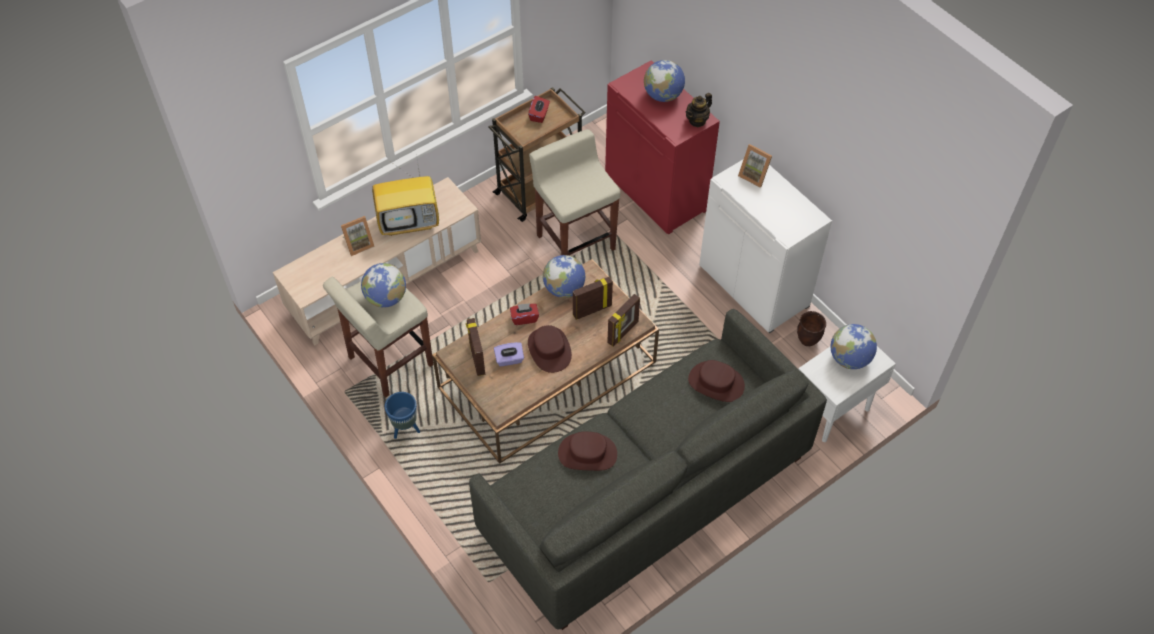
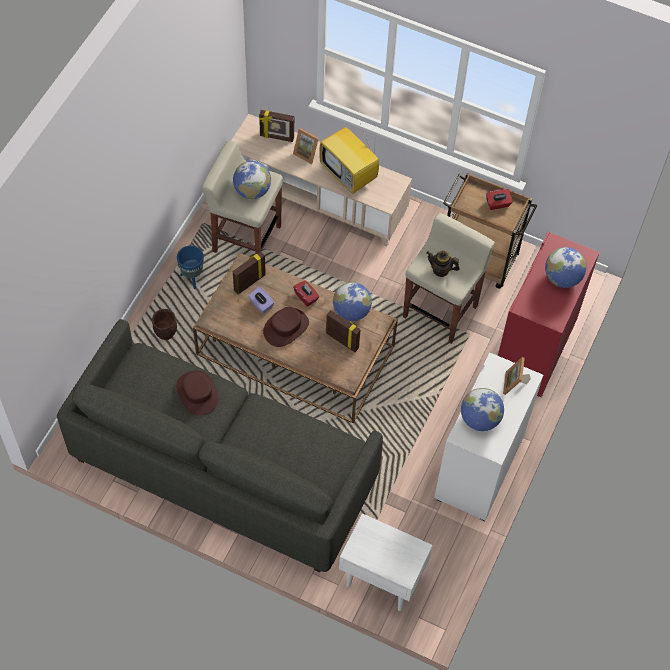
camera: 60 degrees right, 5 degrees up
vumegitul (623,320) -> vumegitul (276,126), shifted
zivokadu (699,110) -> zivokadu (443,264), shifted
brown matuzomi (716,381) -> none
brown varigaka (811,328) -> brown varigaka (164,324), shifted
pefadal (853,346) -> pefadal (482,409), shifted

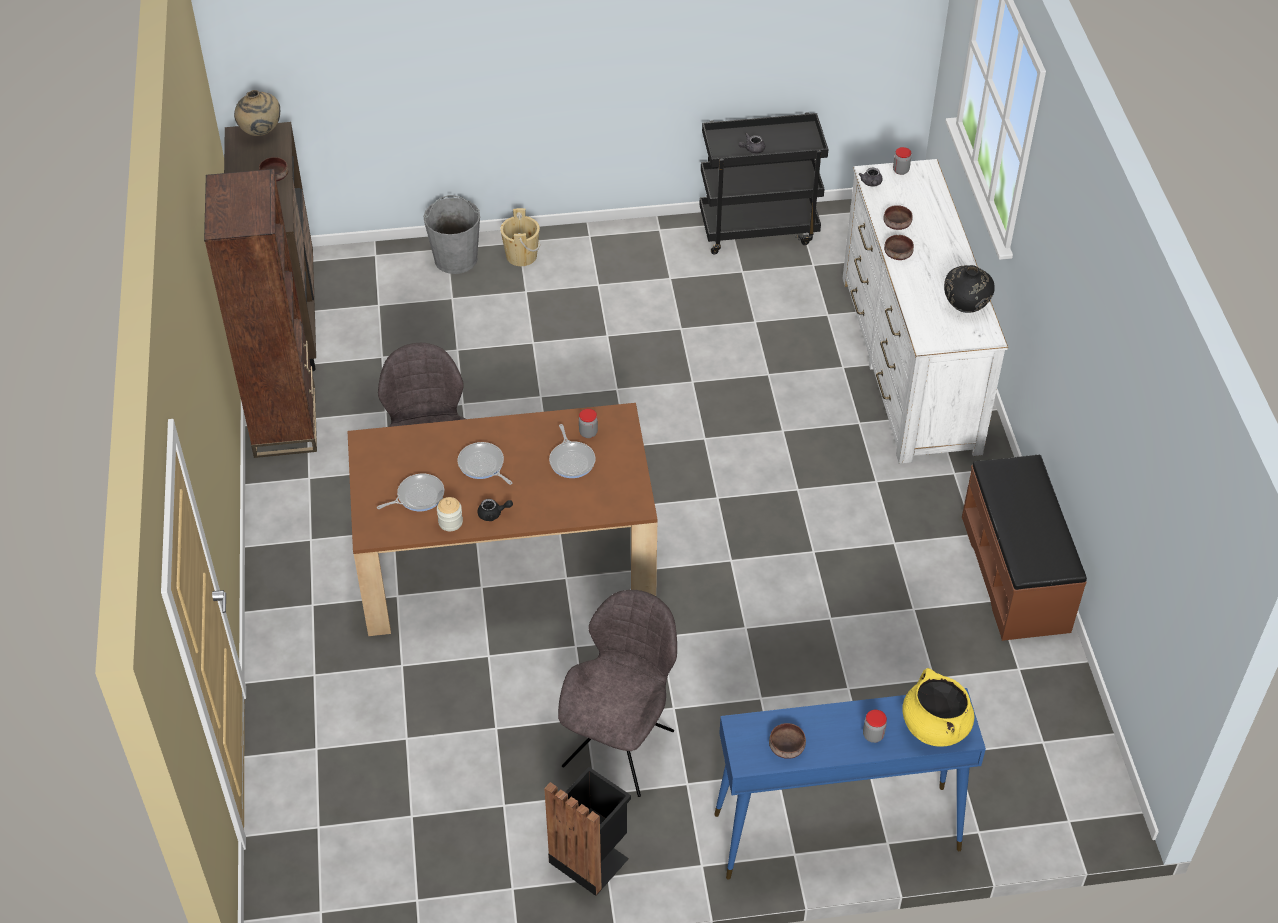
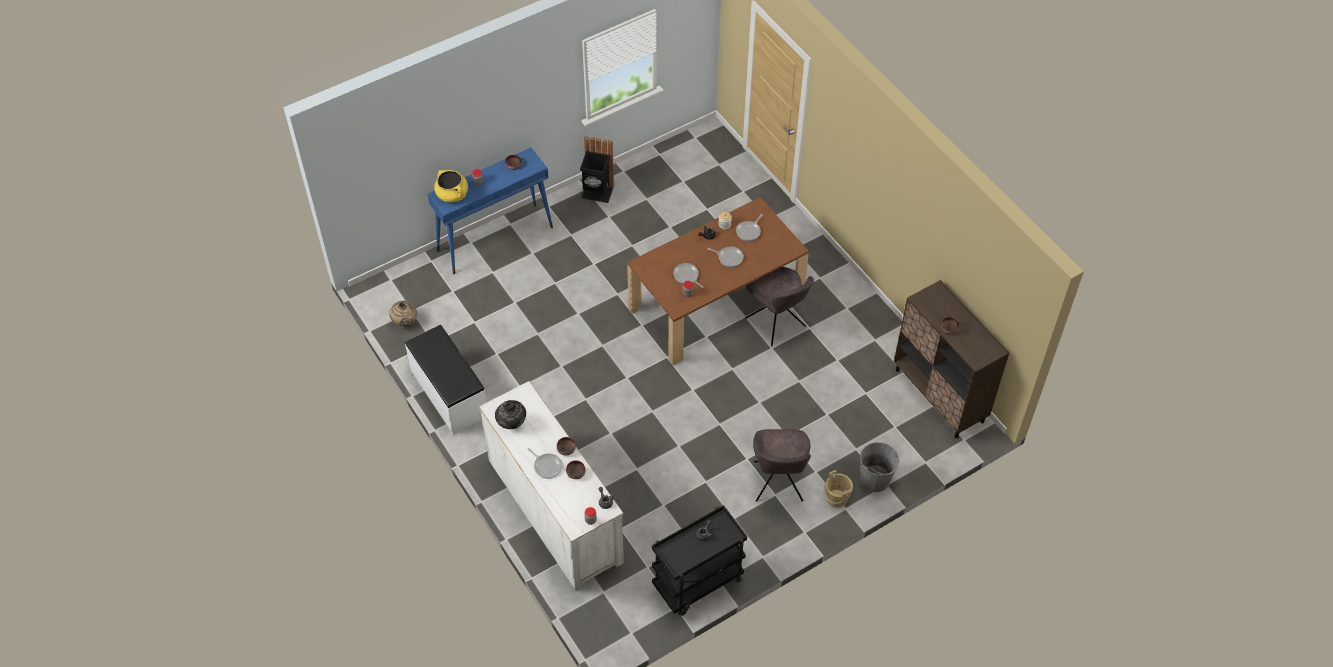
camera: 155 degrees right, 5 degrees up
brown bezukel (260,313) -> none
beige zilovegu (257,113) -> beige zilovegu (403,314), shifted
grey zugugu (617,693) -> grey zugugu (782,465), shifted
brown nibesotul (1024,548) -> white nibesotul (446,379)
none -> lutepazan (544,463)

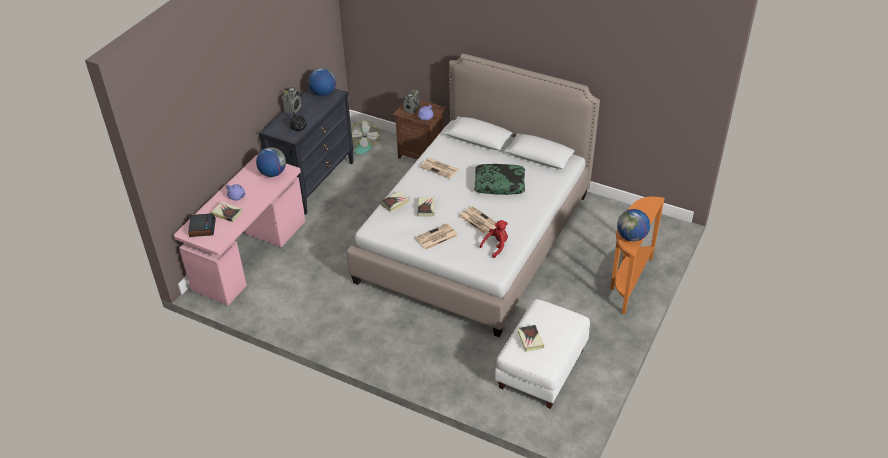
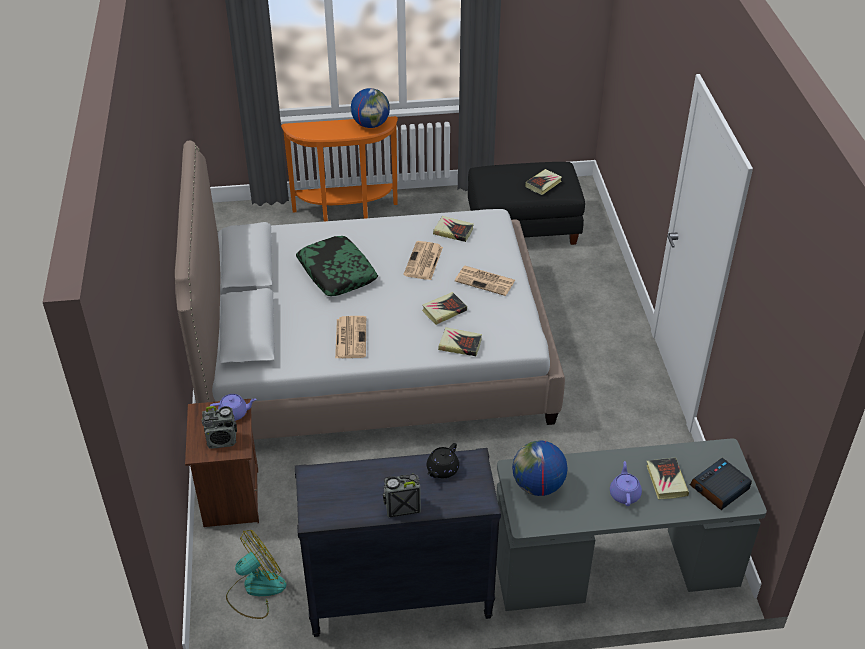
camera: 125 degrees left, 0 degrees up
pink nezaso (240,230) -> grey nezaso (631,524)
pefadal (322,82) -> none
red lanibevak (494,239) -> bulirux (453,229)
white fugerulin (542,354) -> black fugerulin (526,203)

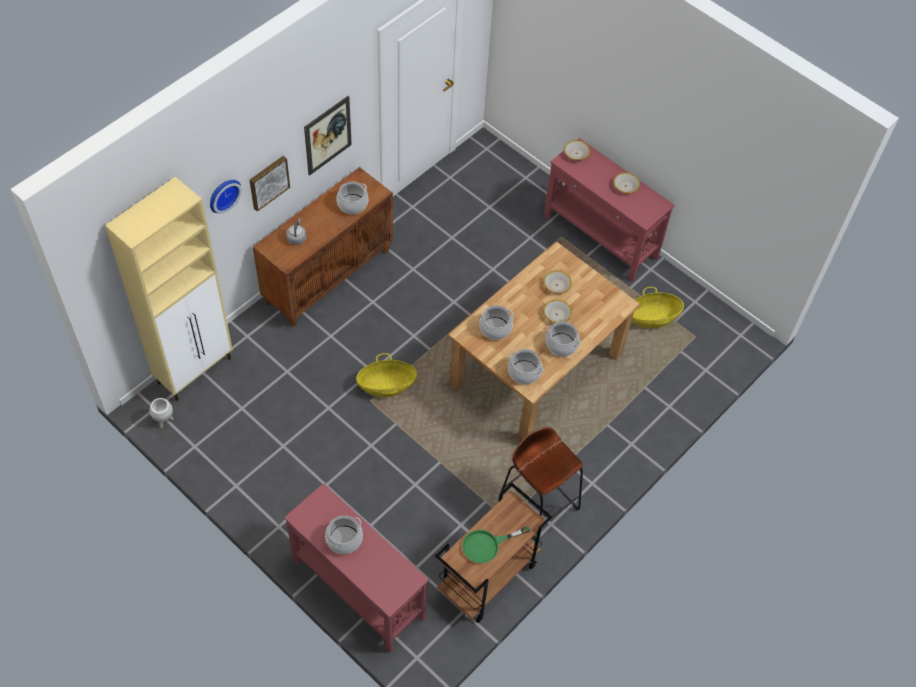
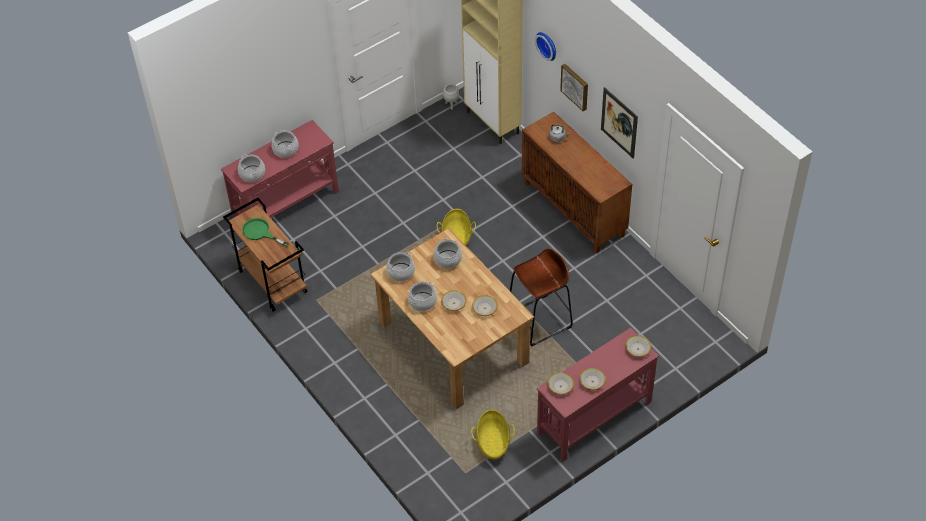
camera: 105 degrees right, 5 degrees down
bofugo (352,198) -> bofugo (251,168), shifted
green lutepazan (496,544) -> green lutepazan (265,232), 45 degrees counterclockwise
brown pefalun (541,484) -> brown pefalun (541,297), shifted
none -> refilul (561,383)

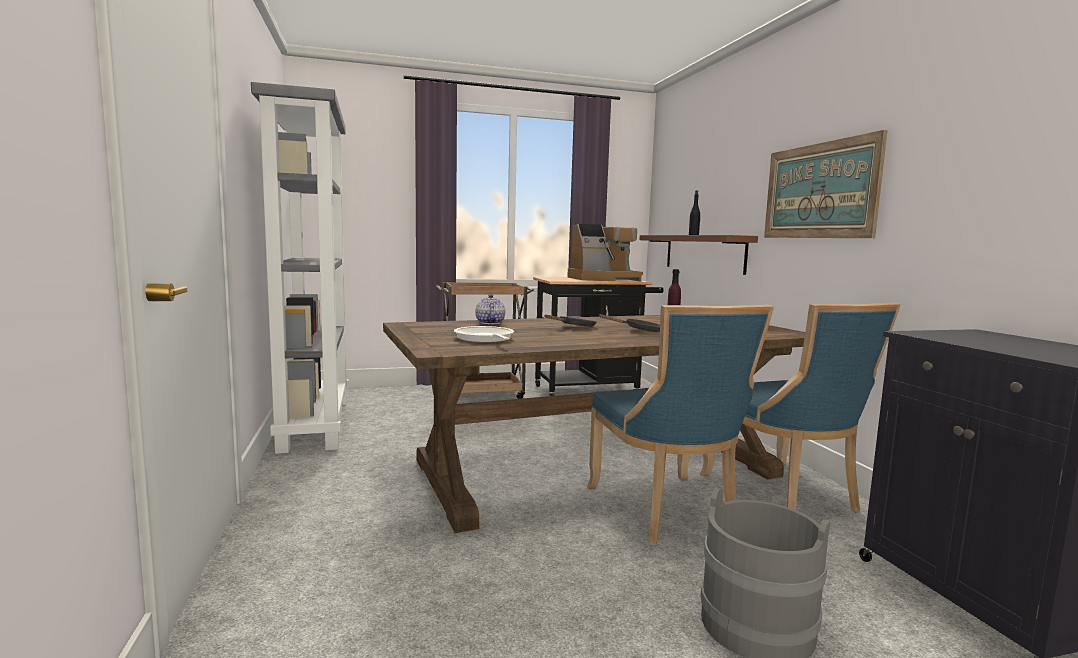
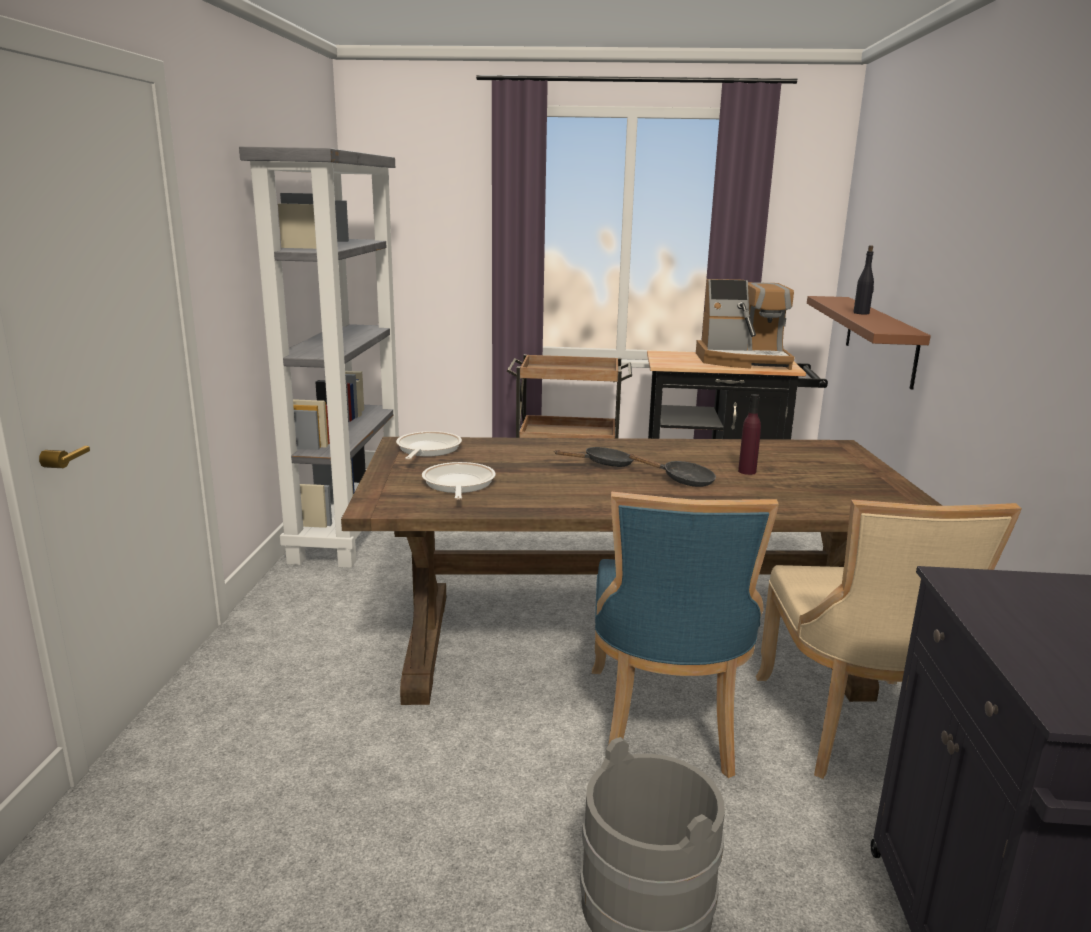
camera: 20 degrees right, 10 degrees up
zivokadu (490,309) -> none
blue zugugu (799,408) -> beige zugugu (889,639)
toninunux (826,184) -> none
none -> lutepazan (429,445)

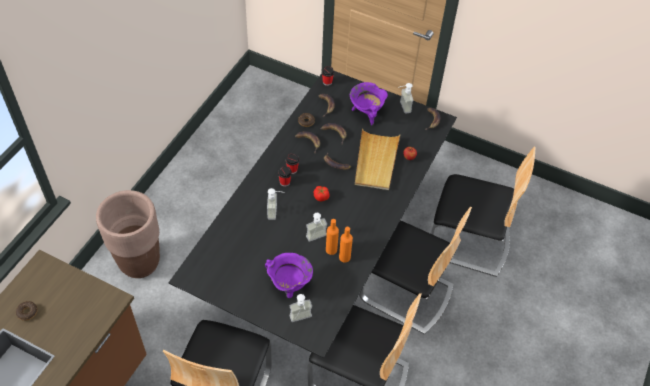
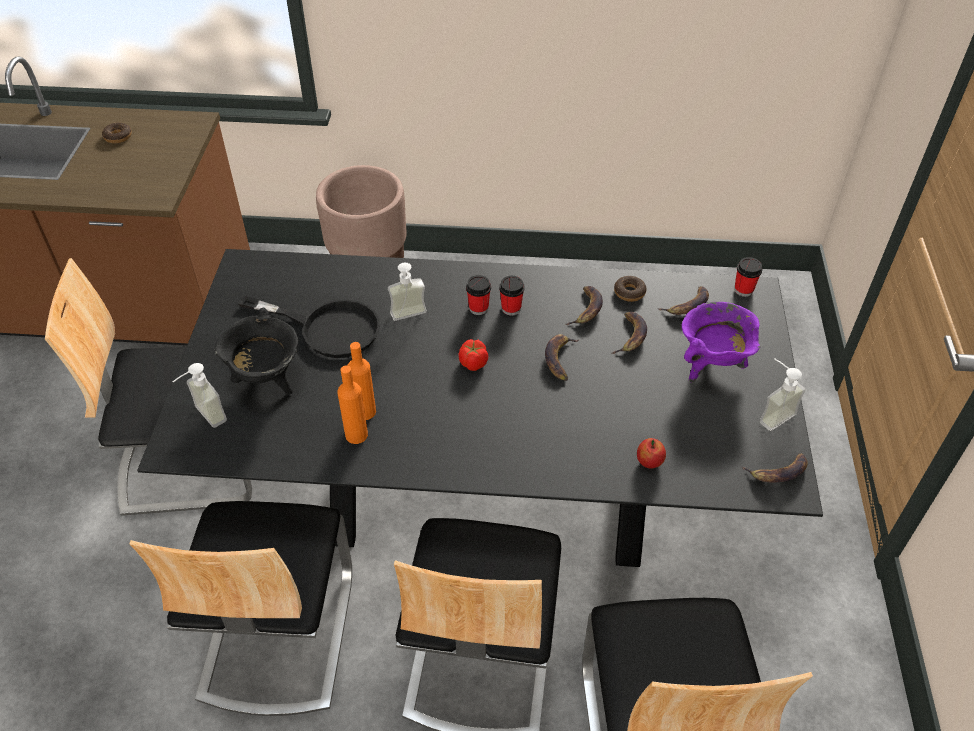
camera: 70 degrees right, 5 degrees down
purple bofugo (289,275) -> black bofugo (256,351)
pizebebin (316,227) -> none
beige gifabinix (377,159) -> none
none -> black lutepazan (309,327)

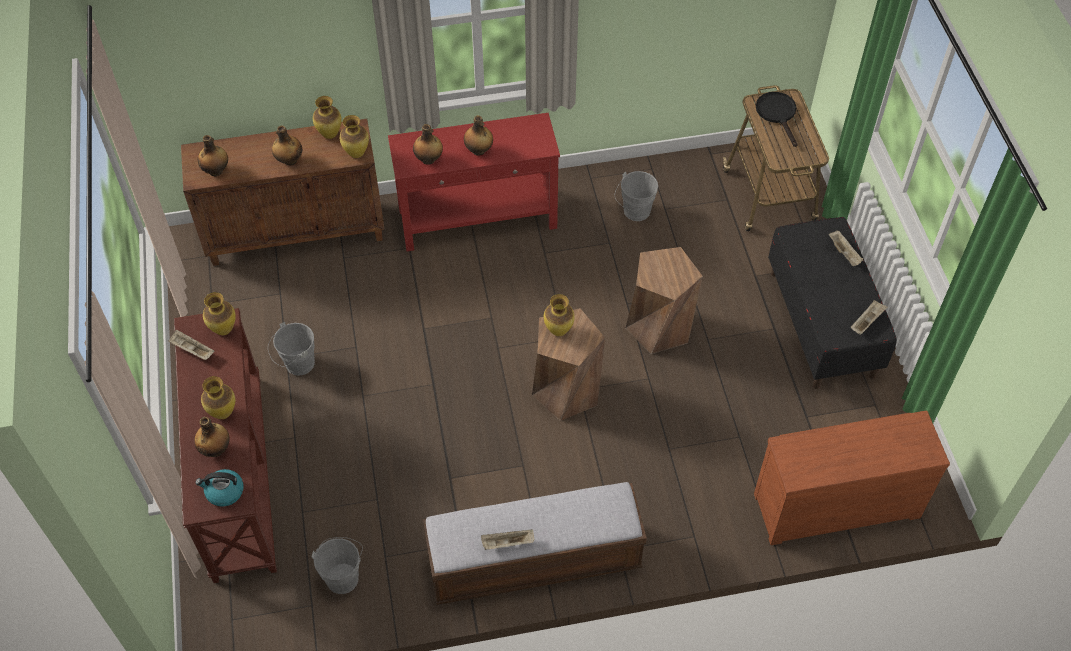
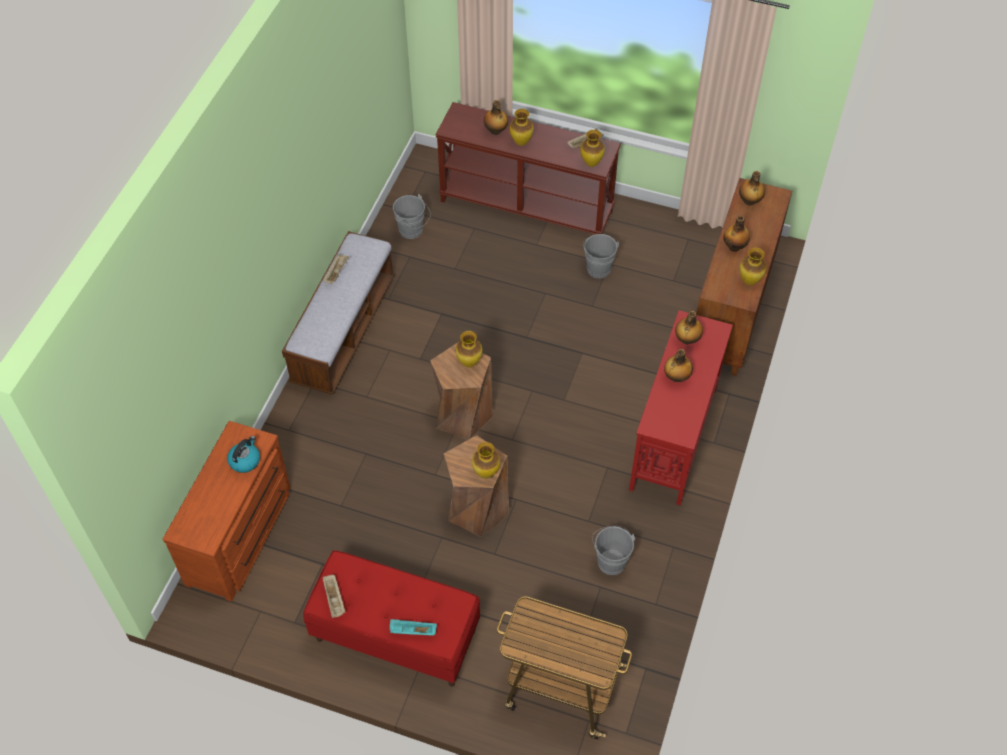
camera: 120 degrees right, 0 degrees up
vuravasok (219,488) -> vuravasok (243,454), shifted
zilovegu (354,136) -> zilovegu (486,460), shifted
black lutepazan (777,119) -> none
black nibesotul (832,303) -> red nibesotul (391,618)
beige gifabinix (846,248) -> turquoise gifabinix (413,627)

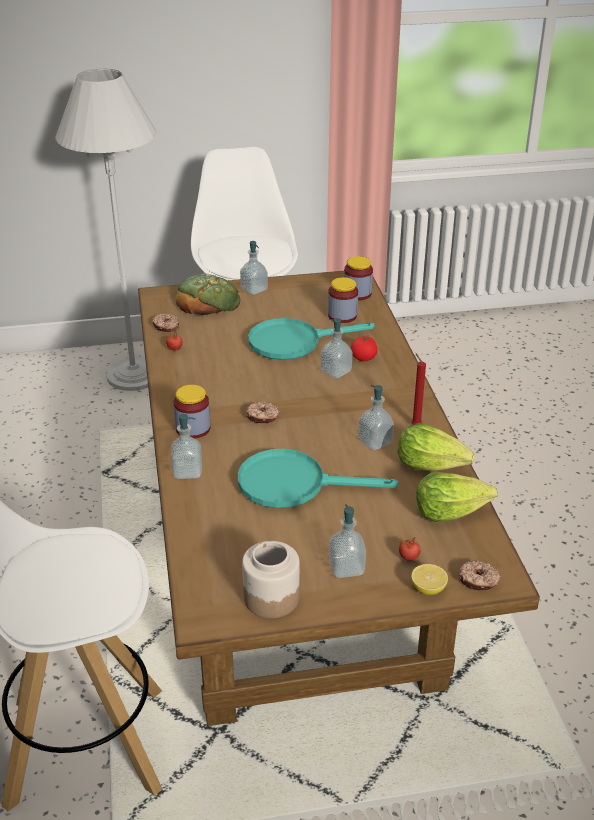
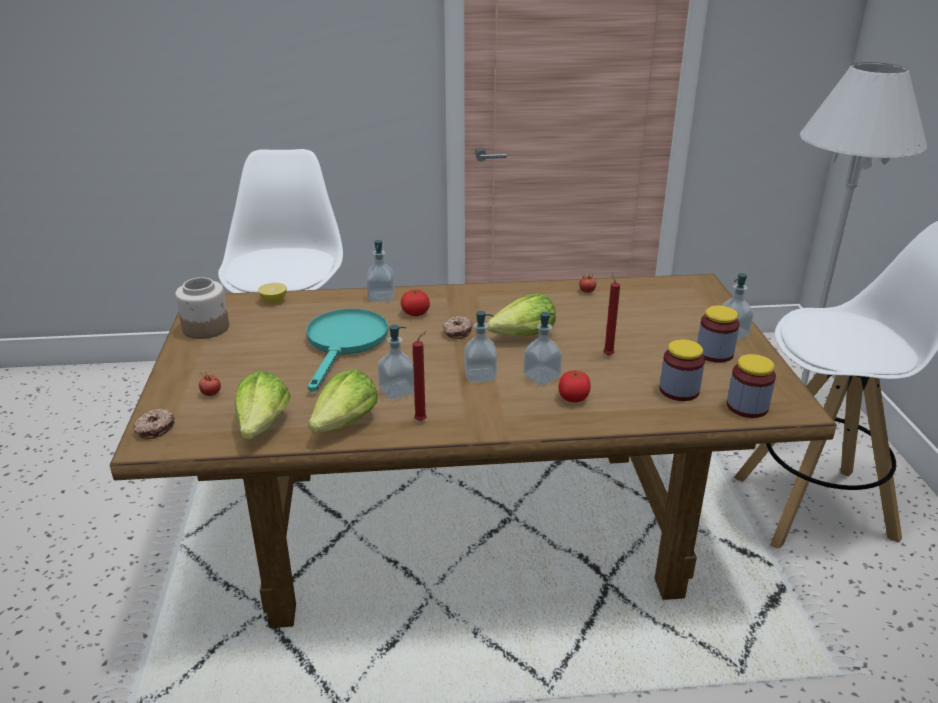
camera: 95 degrees right, 5 degrees down
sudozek (165,323) -> none
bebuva (192,412) -> bebuva (718,334), shifted
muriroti (208,294) -> none
turquoise lutepazan (311,339) -> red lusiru (612,314)
pizebebin (347,541) -> pizebebin (480,346), shifted
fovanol (429,579) -> fovanol (272,293), shifted
none -> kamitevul (415,303)
none -> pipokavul (521,315)

